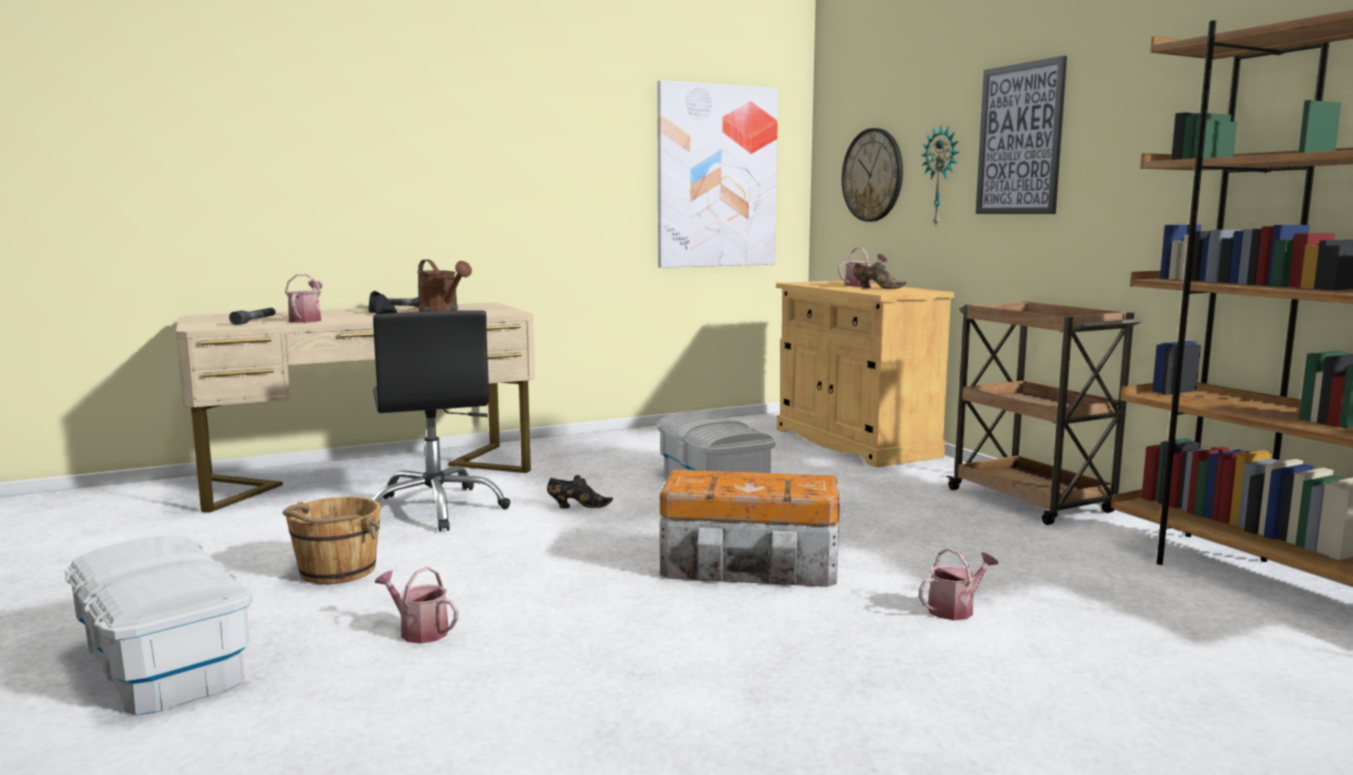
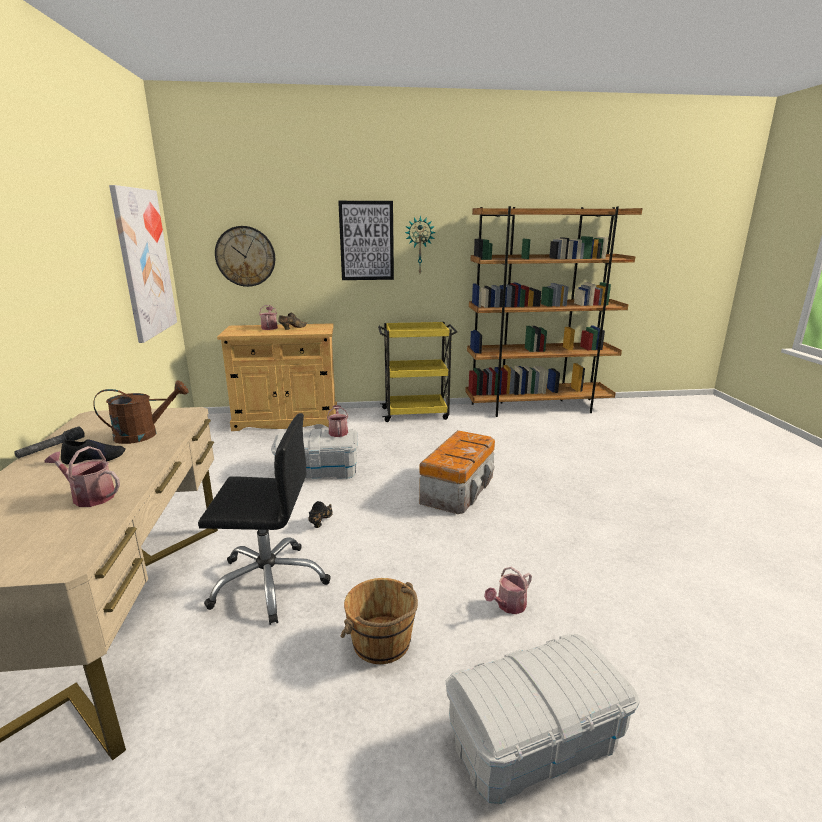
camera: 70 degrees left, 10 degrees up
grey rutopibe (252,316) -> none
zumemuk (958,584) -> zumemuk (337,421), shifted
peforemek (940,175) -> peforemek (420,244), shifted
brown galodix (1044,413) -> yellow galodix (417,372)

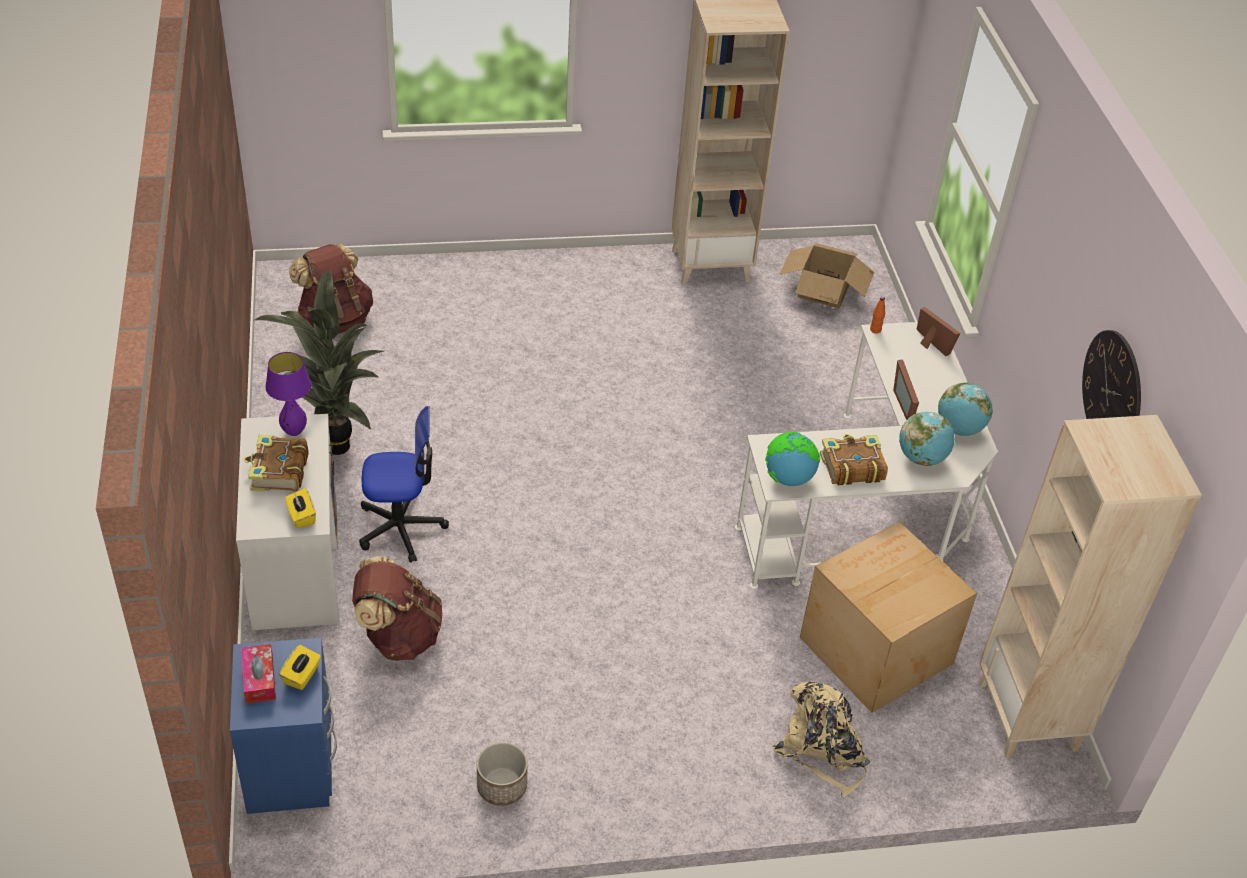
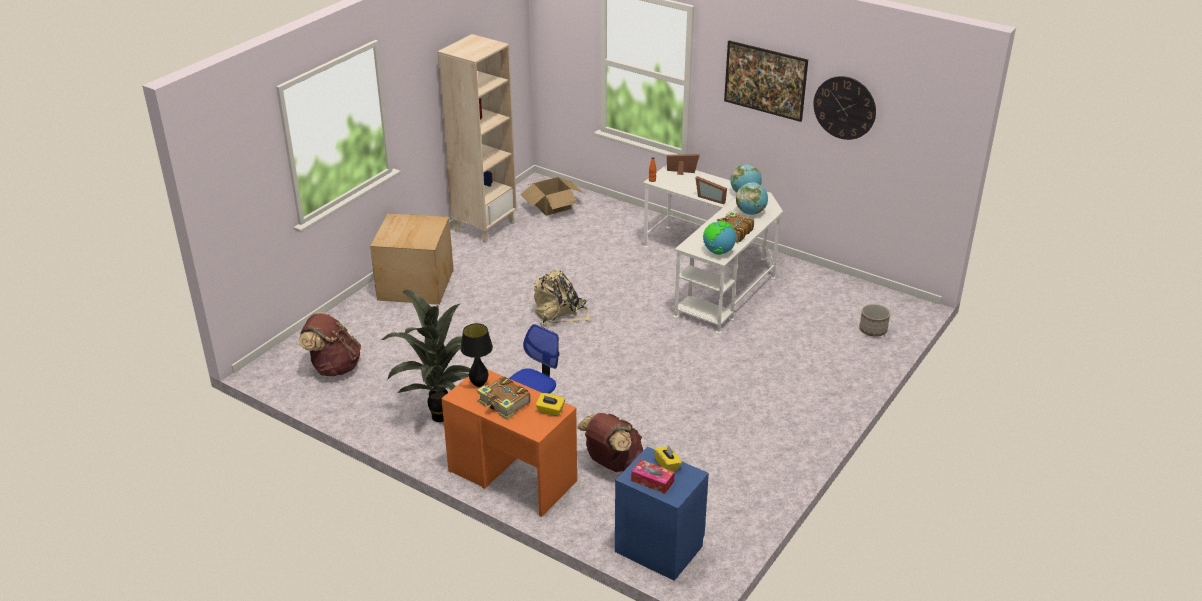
camera: 45 degrees left, 10 degrees down
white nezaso (288,522) -> orange nezaso (509,443)
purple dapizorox (288,394) -> black dapizorox (476,355)
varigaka (502,774) -> varigaka (874,320), shifted
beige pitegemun (821,739) -> beige pitegemun (561,297), shifted
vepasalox (888,617) -> vepasalox (411,259), shifted
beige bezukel (1090,586) -> none
none -> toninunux (766,81)

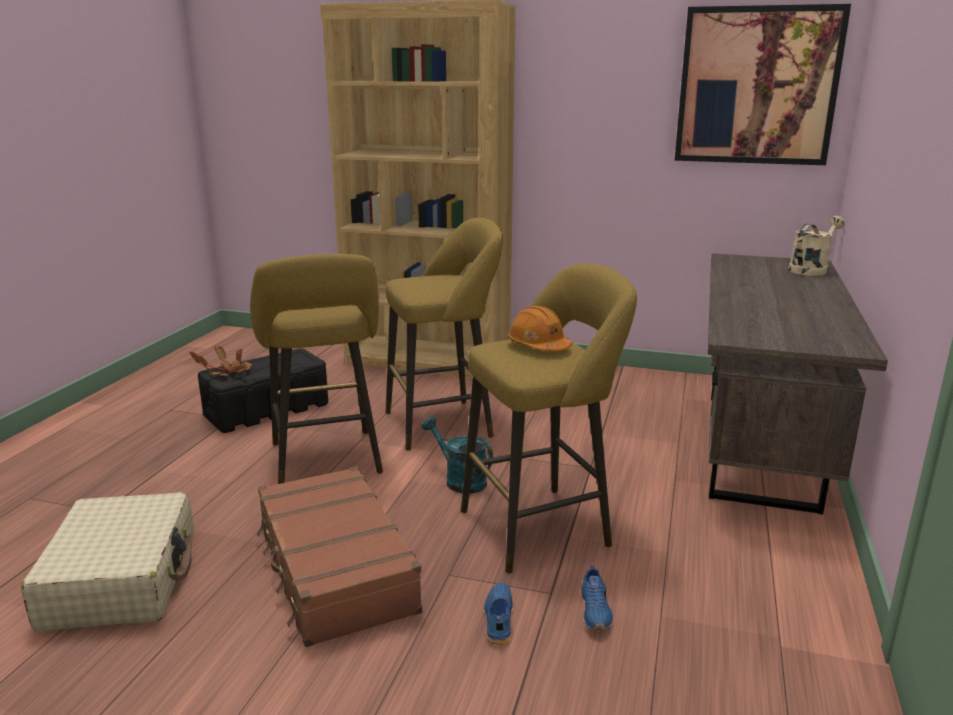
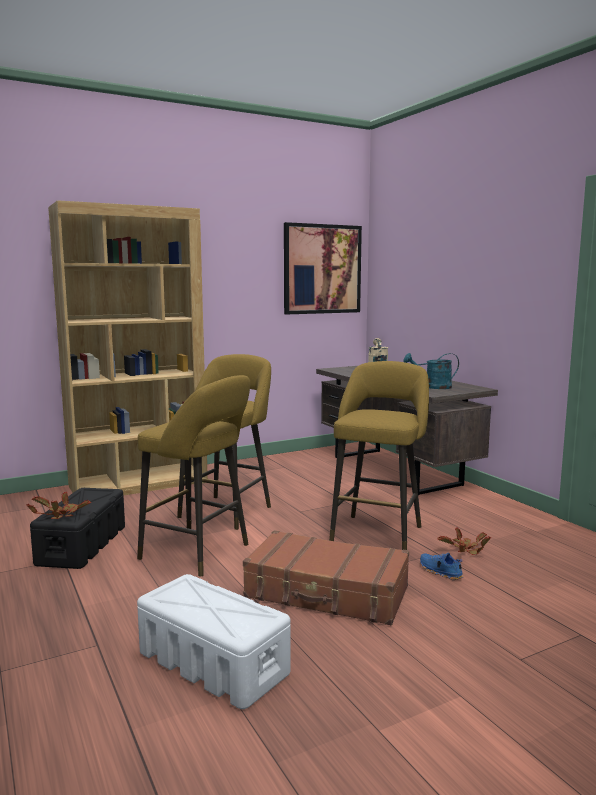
camera: 45 degrees left, 10 degrees down
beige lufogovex (107,561) -> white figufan (214,641)
turquoise zumemuk (457,455) -> turquoise zumemuk (431,371), shifted
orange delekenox (540,328) -> none
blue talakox (596,596) -> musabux (464,541)

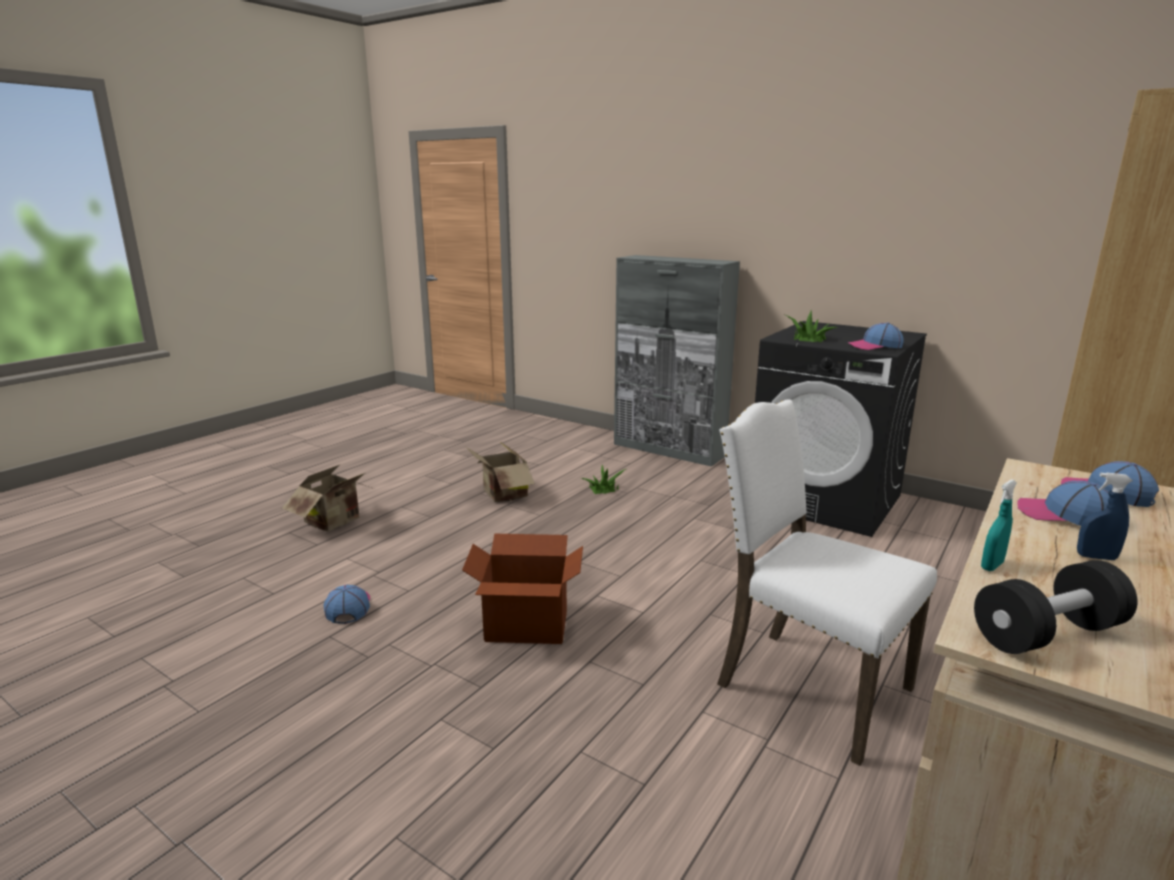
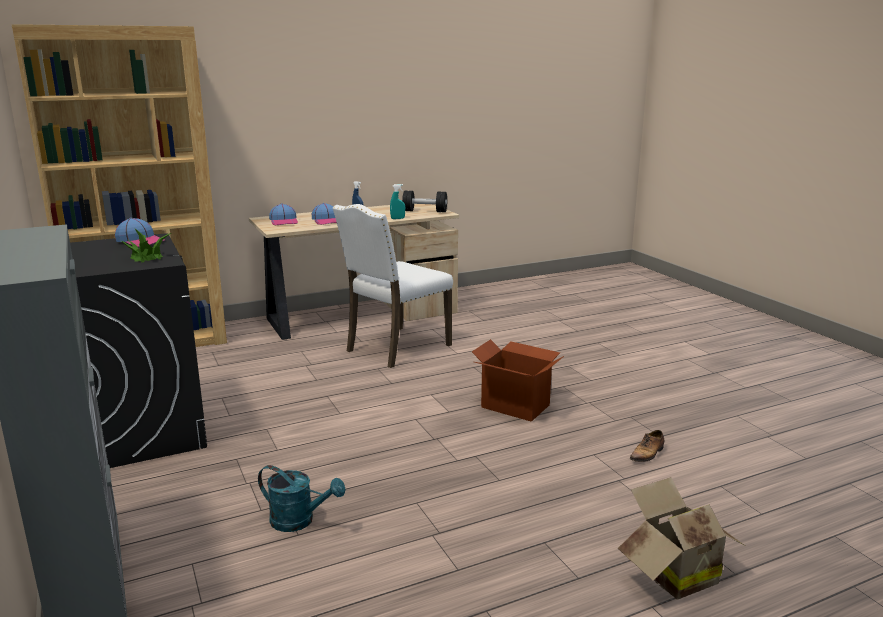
camera: 150 degrees left, 0 degrees up
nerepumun (347,604) -> talakox (646,446)
vepasalox (500,471) -> none
musabux (603,479) -> turquoise zumemuk (302,498)
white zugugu (827,582) -> white zugugu (392,286), 60 degrees clockwise

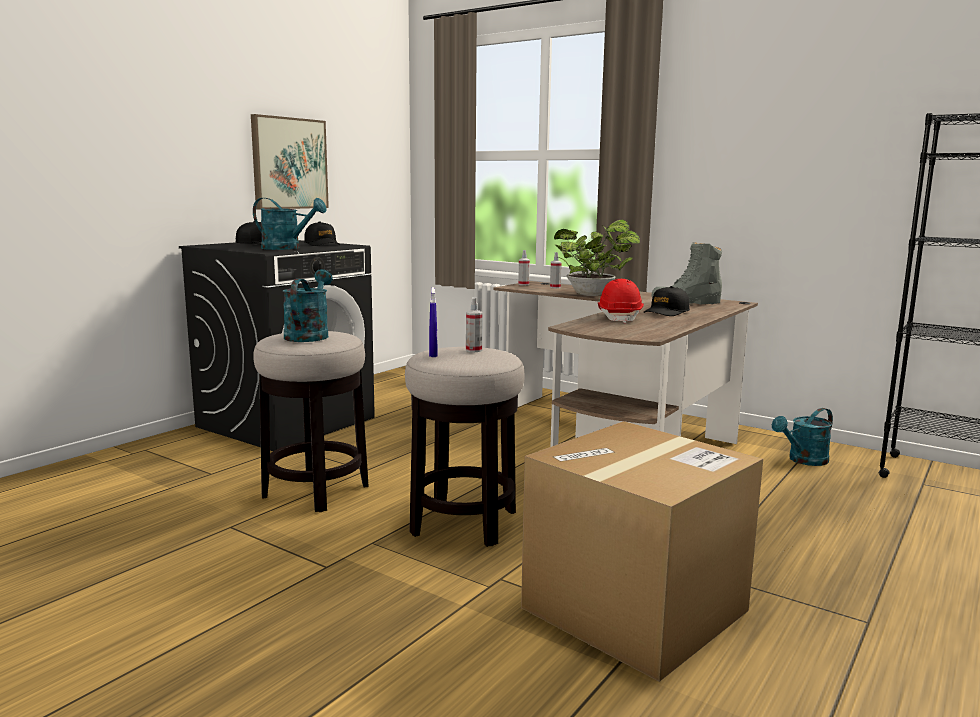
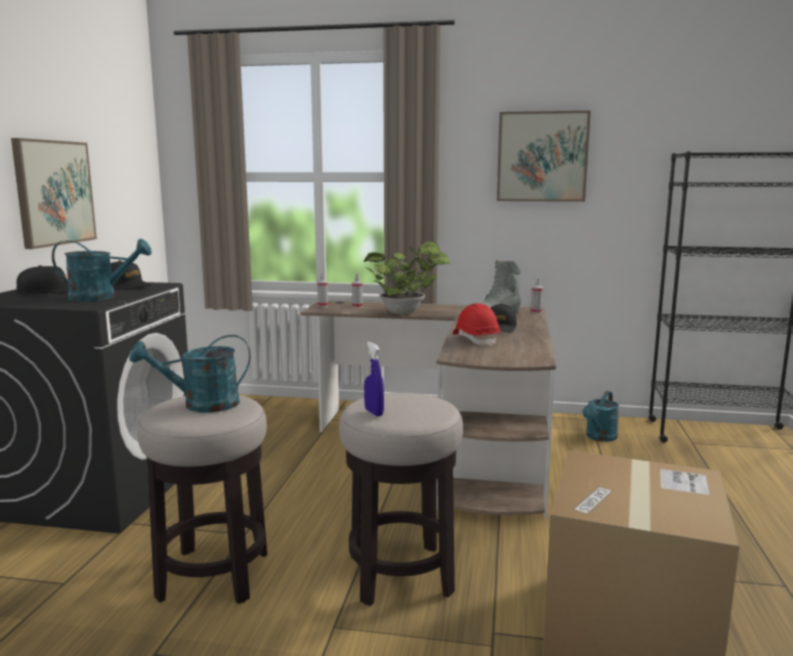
camera: 25 degrees left, 0 degrees up
turquoise zumemuk (308,305) -> turquoise zumemuk (189,374), 90 degrees counterclockwise
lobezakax (474,324) -> lobezakax (537,295), shifted
none -> toninunux (544,156)

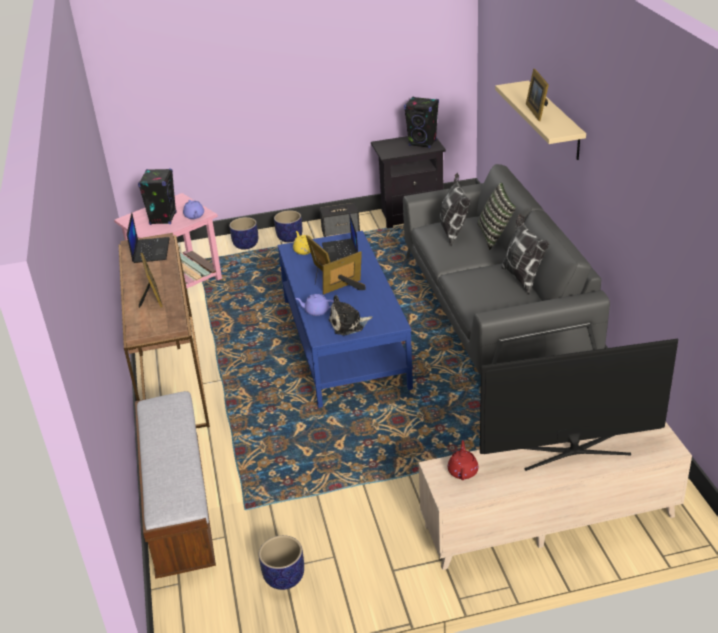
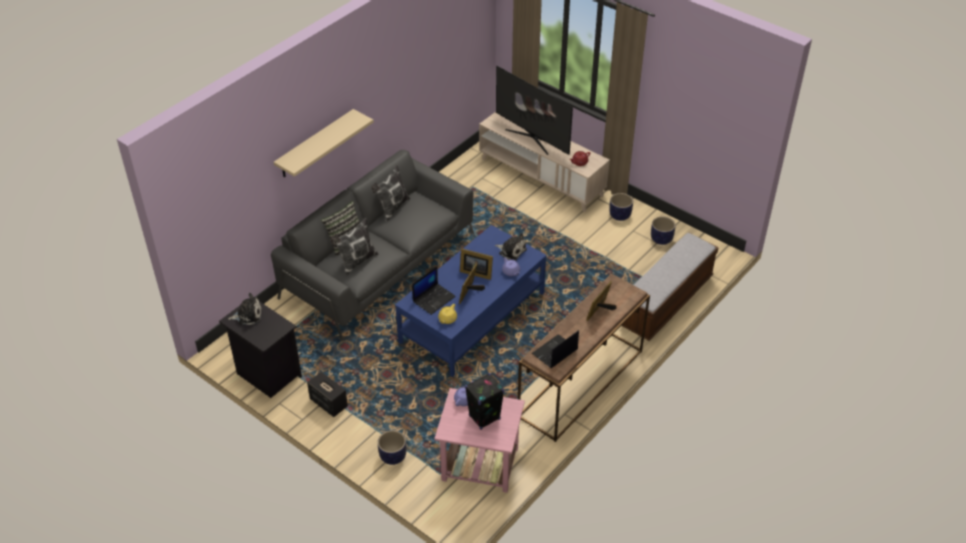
camera: 130 degrees left, 10 degrees up
varigaka (288,226) -> varigaka (621,207), shifted
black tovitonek (421,122) -> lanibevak (245,309)
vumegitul (537,95) -> none

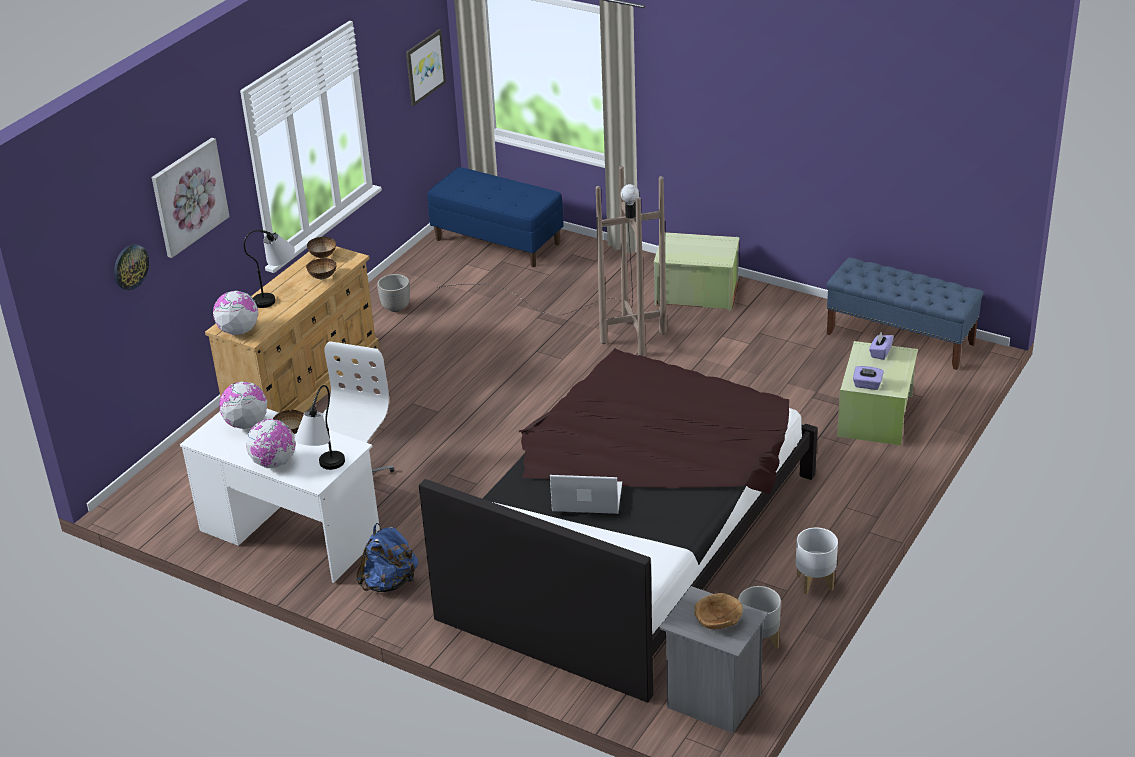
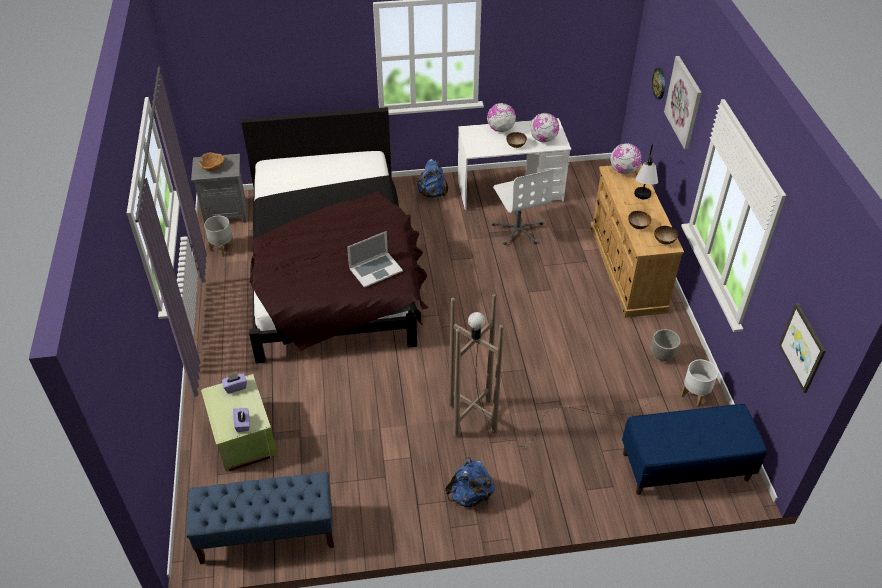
camera: 140 degrees right, 10 degrees up
dapizorox (319,427) -> none
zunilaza (586,494) -> zunilaza (375,259), shifted
green figufan (697,271) -> blue pitegemun (470,482)
white varigaka (817,561) -> white varigaka (699,383), shifted

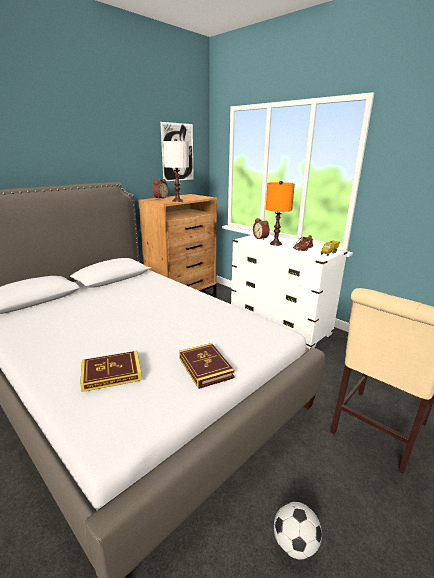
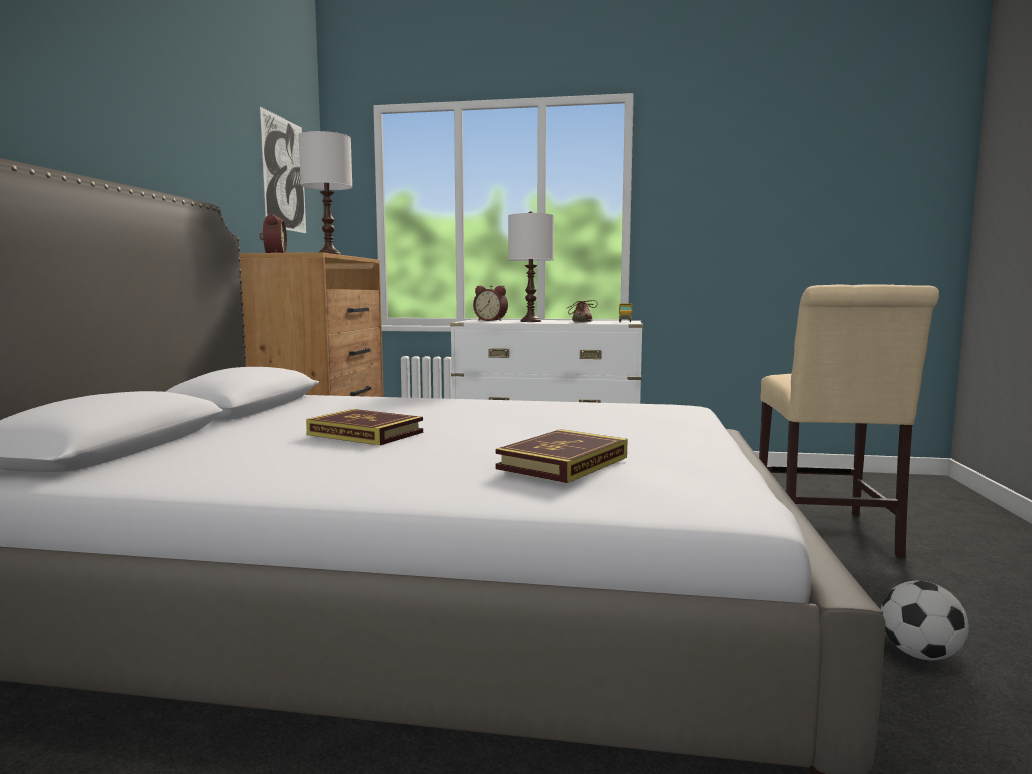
camera: 35 degrees left, 15 degrees down
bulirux (207,366) -> bulirux (364,427), shifted
orange dapizorox (280,213) -> white dapizorox (531,266)

